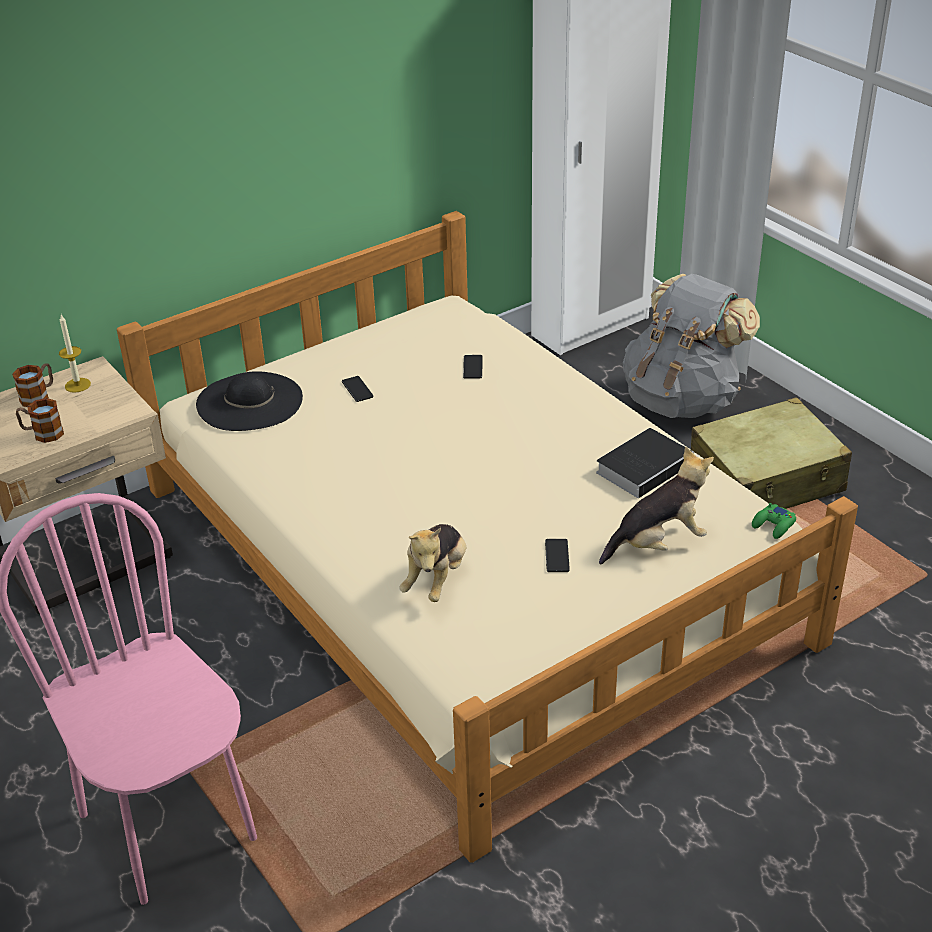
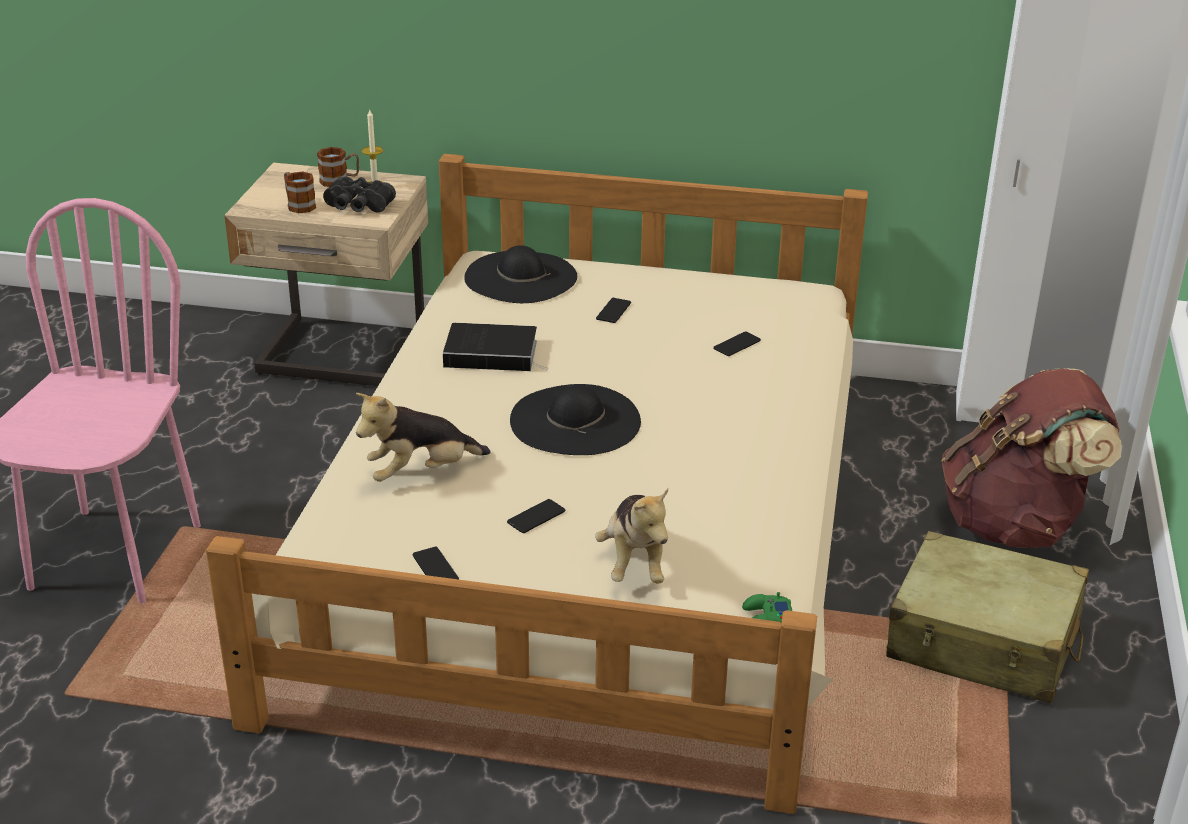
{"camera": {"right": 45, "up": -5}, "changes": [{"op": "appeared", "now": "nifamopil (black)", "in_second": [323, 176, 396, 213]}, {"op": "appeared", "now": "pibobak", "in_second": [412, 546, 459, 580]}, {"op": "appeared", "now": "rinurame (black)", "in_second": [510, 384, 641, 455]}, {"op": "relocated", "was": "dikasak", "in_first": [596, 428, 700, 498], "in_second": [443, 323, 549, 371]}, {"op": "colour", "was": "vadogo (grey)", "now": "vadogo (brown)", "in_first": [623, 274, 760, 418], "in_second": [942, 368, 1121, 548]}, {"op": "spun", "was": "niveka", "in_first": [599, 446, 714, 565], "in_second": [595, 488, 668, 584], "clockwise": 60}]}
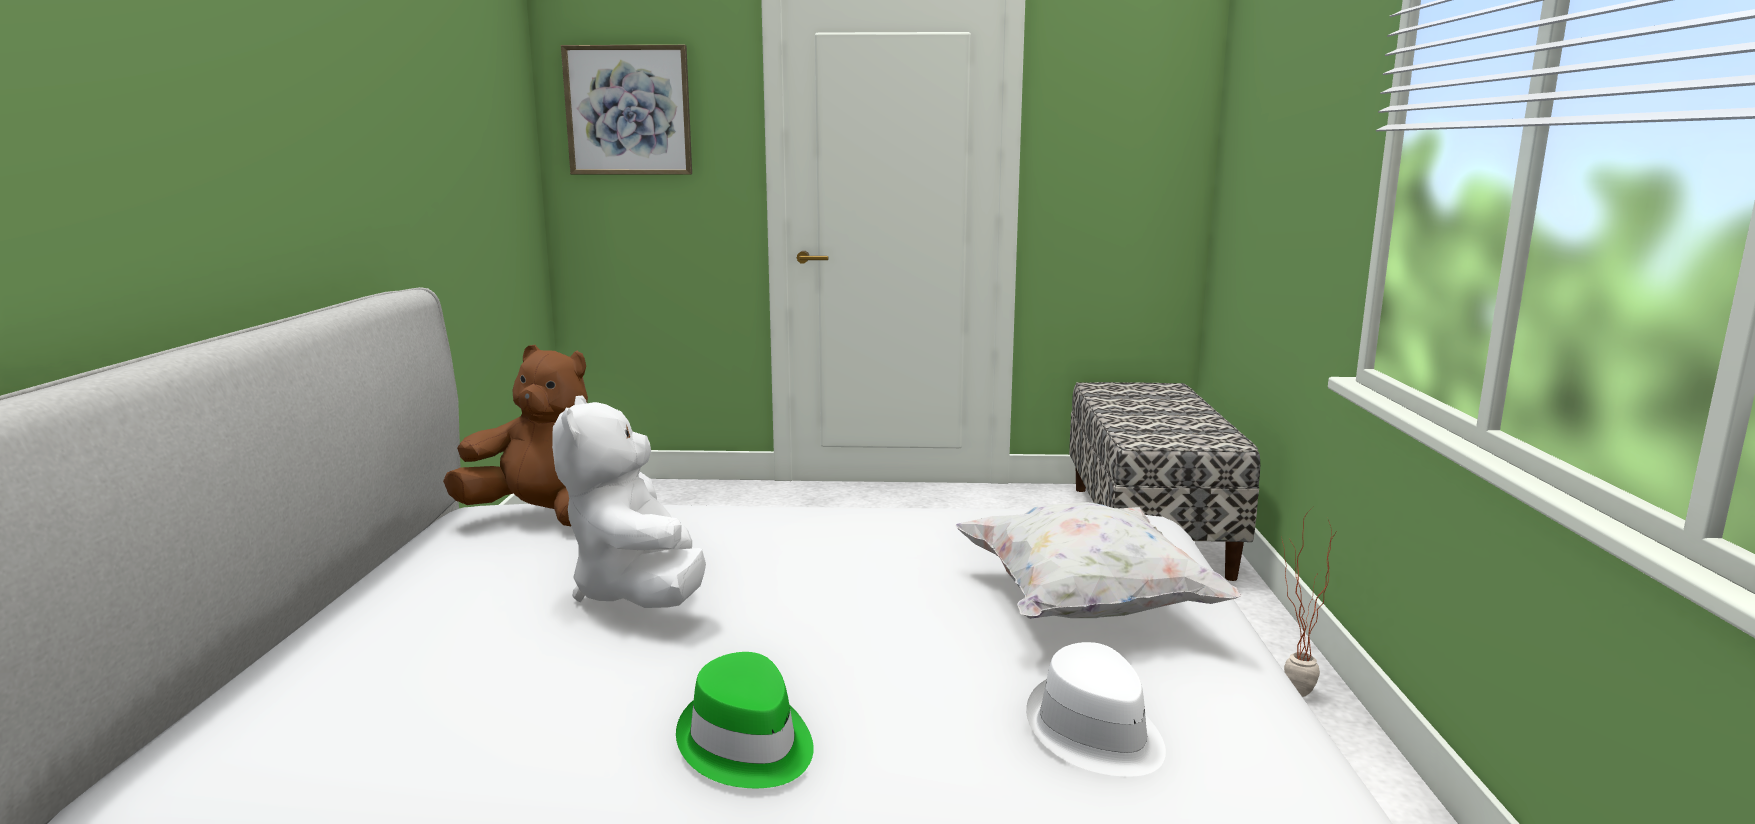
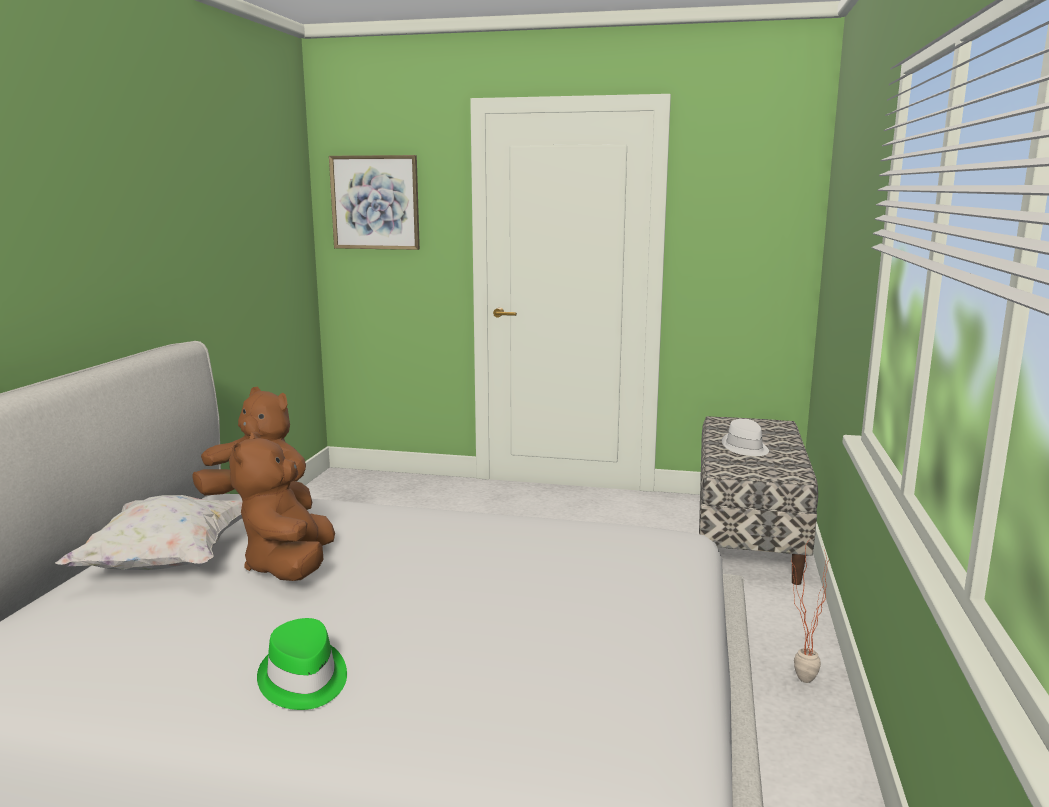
{"camera": {"right": 10, "up": 0}, "changes": [{"op": "relocated", "was": "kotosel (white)", "in_first": [955, 502, 1242, 619], "in_second": [55, 495, 243, 570]}, {"op": "relocated", "was": "rinurame (white)", "in_first": [1026, 642, 1166, 777], "in_second": [722, 419, 769, 456]}, {"op": "colour", "was": "niveka (white)", "now": "niveka (brown)", "in_first": [552, 395, 706, 608], "in_second": [229, 432, 335, 581]}]}
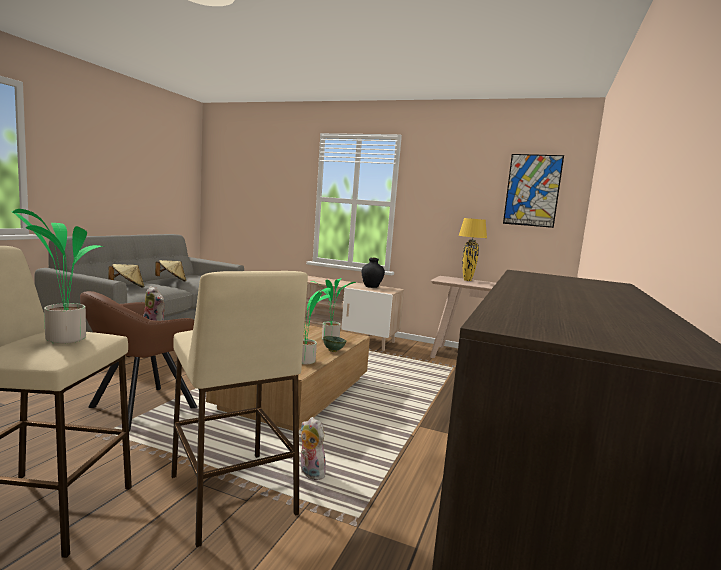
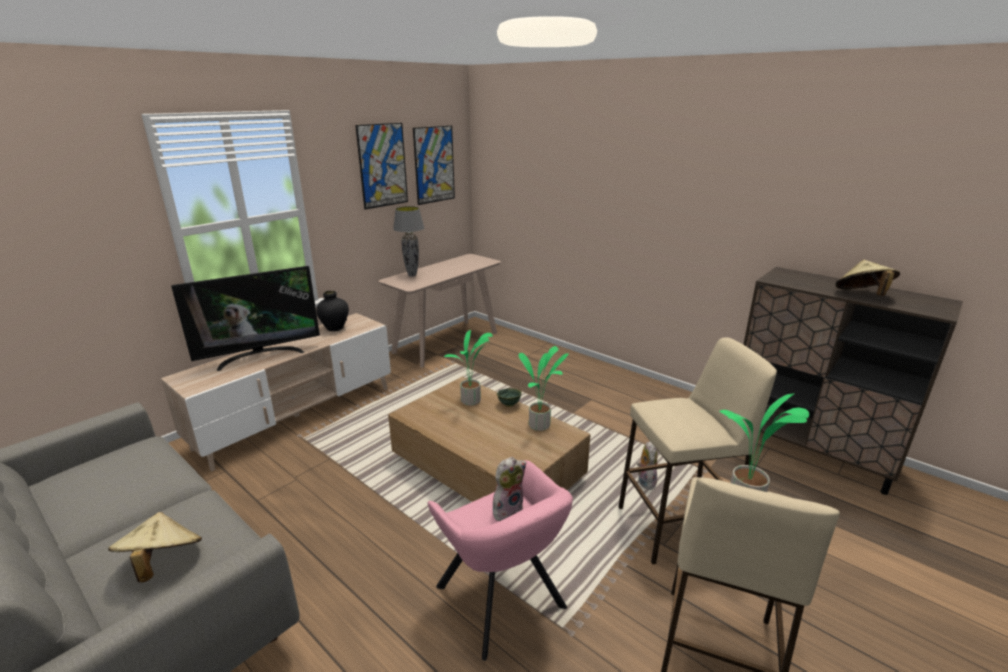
{"camera": {"right": -70, "up": 15}, "changes": [{"op": "appeared", "now": "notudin", "in_second": [171, 266, 320, 371]}, {"op": "appeared", "now": "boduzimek", "in_second": [355, 123, 408, 210]}, {"op": "relocated", "was": "rinurame (beige)", "in_first": [155, 260, 186, 282], "in_second": [836, 260, 900, 296]}, {"op": "colour", "was": "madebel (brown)", "now": "madebel (pink)", "in_first": [80, 291, 198, 431], "in_second": [427, 460, 573, 661]}, {"op": "colour", "was": "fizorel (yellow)", "now": "fizorel (grey)", "in_first": [458, 218, 487, 281], "in_second": [393, 206, 424, 277]}, {"op": "spun", "was": "niveka", "in_first": [301, 417, 326, 480], "in_second": [637, 442, 657, 490], "clockwise": 120}]}
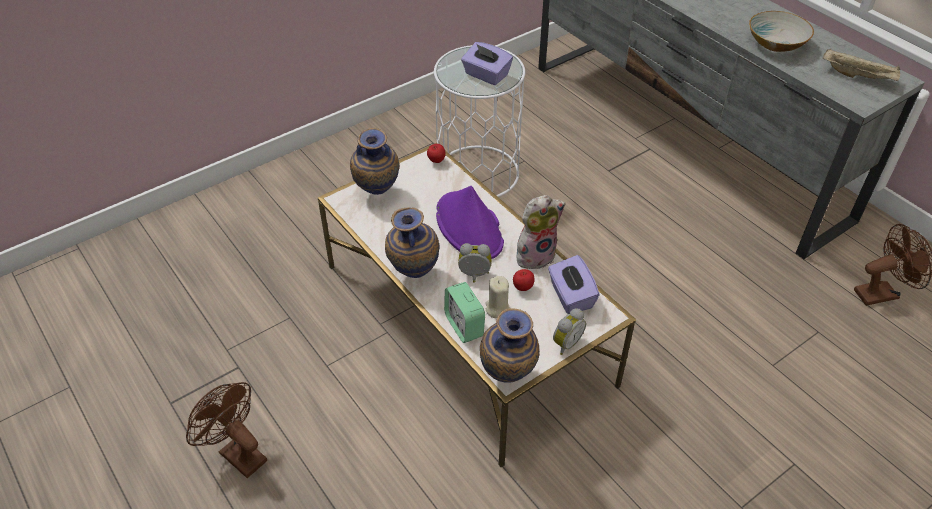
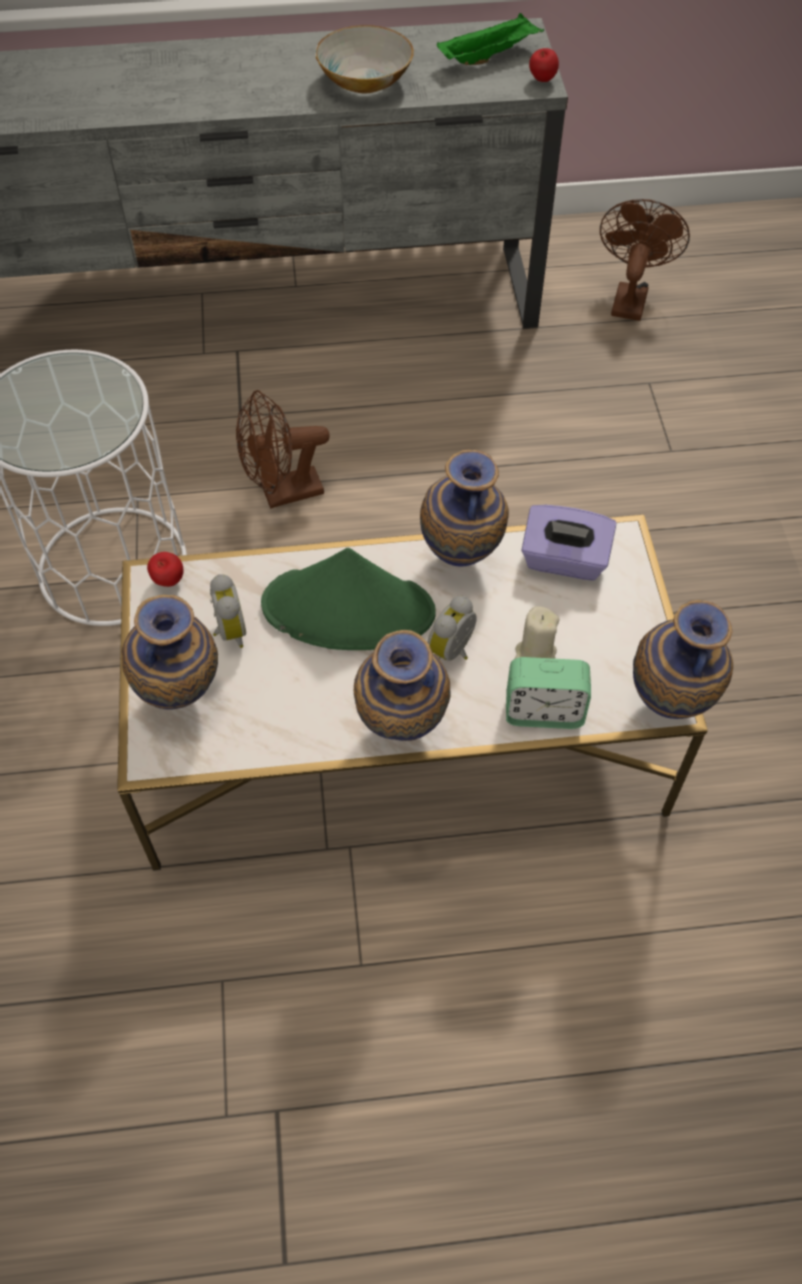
{"camera": {"right": -60, "up": 10}, "changes": [{"op": "missing", "was": "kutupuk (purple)", "in_first": [461, 42, 513, 85]}, {"op": "relocated", "was": "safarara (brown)", "in_first": [186, 382, 267, 478], "in_second": [236, 390, 330, 509]}, {"op": "relocated", "was": "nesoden", "in_first": [513, 269, 535, 291], "in_second": [529, 48, 559, 82]}, {"op": "relocated", "was": "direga", "in_first": [553, 308, 586, 355], "in_second": [210, 574, 246, 648]}, {"op": "exchanged", "was": "niveka", "now": "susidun", "in_first": [517, 195, 566, 269], "in_second": [420, 450, 509, 567]}, {"op": "colour", "was": "rinurame (purple)", "now": "rinurame (green)", "in_first": [436, 186, 504, 259], "in_second": [261, 548, 436, 650]}, {"op": "colour", "was": "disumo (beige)", "now": "disumo (green)", "in_first": [822, 49, 900, 81], "in_second": [437, 13, 544, 65]}]}
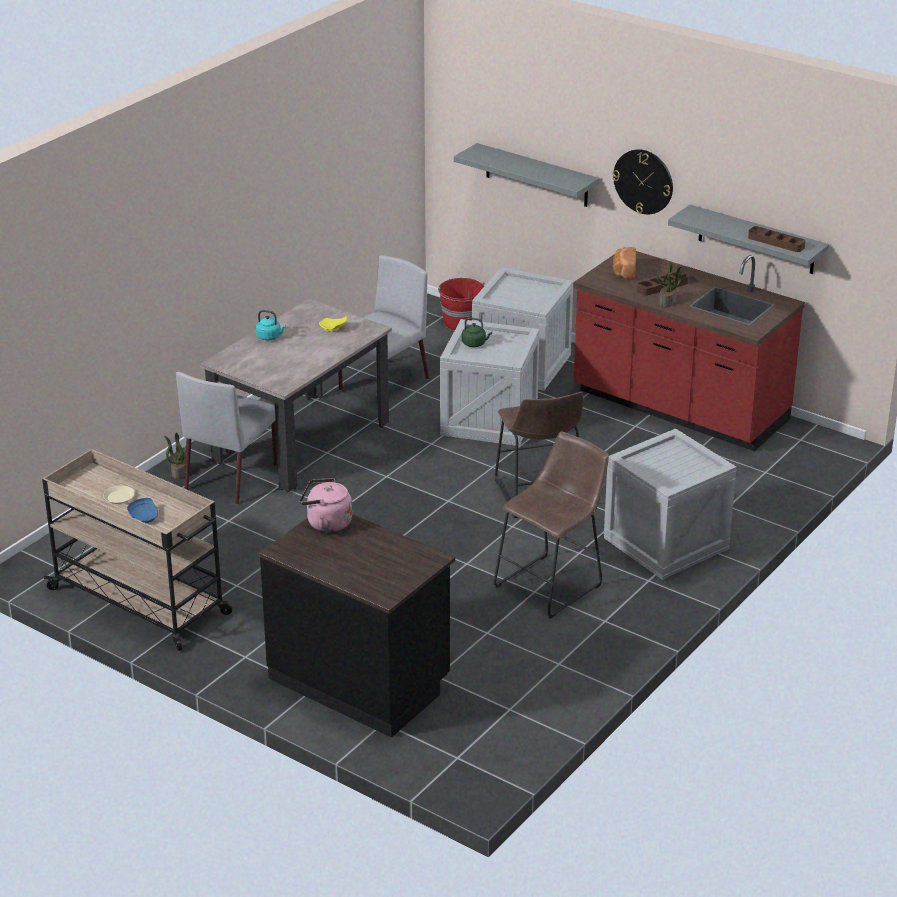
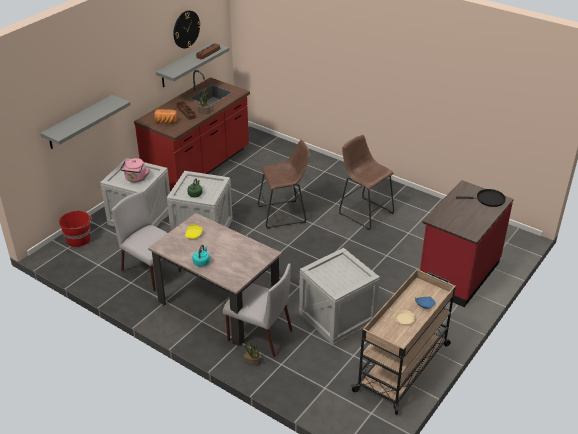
{"camera": {"right": -90, "up": 5}, "changes": [{"op": "appeared", "now": "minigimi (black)", "in_second": [456, 189, 506, 207]}, {"op": "relocated", "was": "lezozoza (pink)", "in_first": [300, 478, 352, 532], "in_second": [120, 158, 150, 183]}, {"op": "relocated", "was": "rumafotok", "in_first": [604, 428, 737, 580], "in_second": [299, 248, 380, 345]}, {"op": "relocated", "was": "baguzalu", "in_first": [613, 149, 673, 214], "in_second": [173, 10, 201, 48]}, {"op": "colour", "was": "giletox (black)", "now": "giletox (red)", "in_first": [259, 514, 455, 738], "in_second": [420, 180, 514, 307]}]}
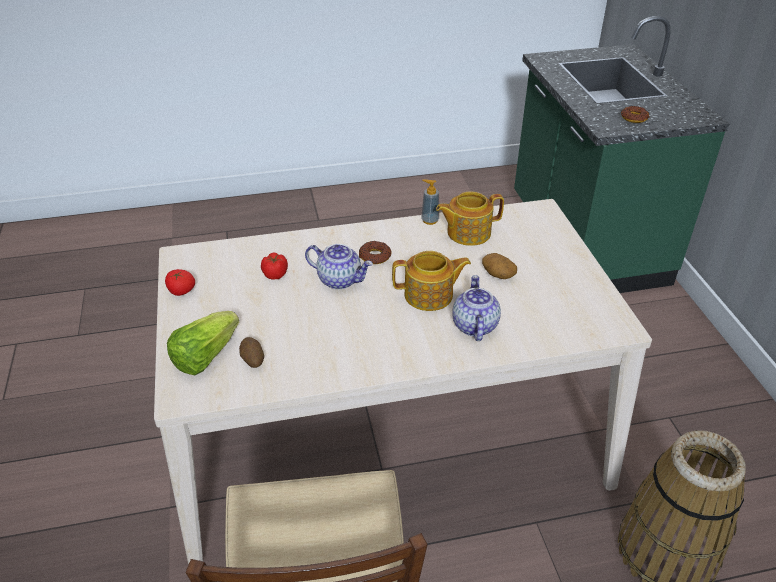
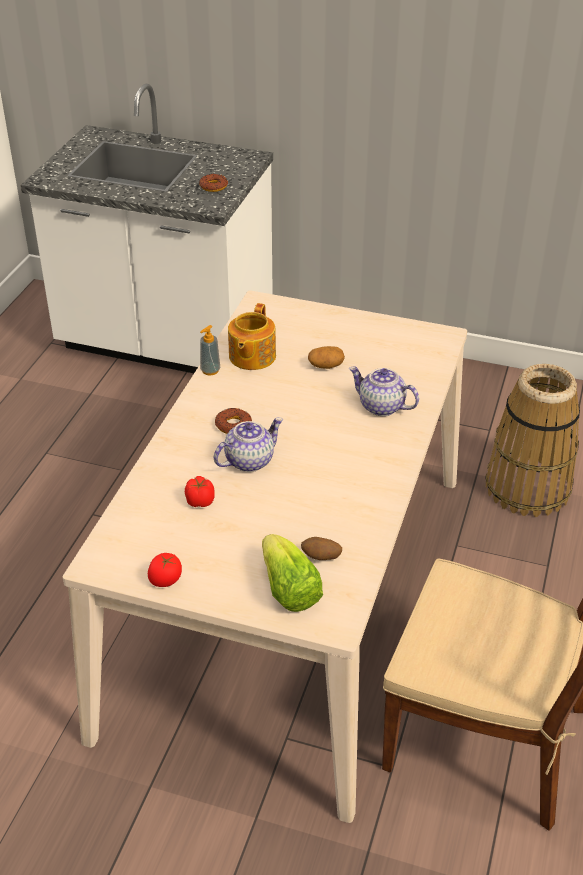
{"camera": {"right": -60, "up": 0}, "changes": [{"op": "missing", "was": "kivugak", "in_first": [392, 251, 471, 311]}, {"op": "colour", "was": "giletox (green)", "now": "giletox (white)", "in_first": [514, 16, 729, 293], "in_second": [21, 84, 273, 373]}]}
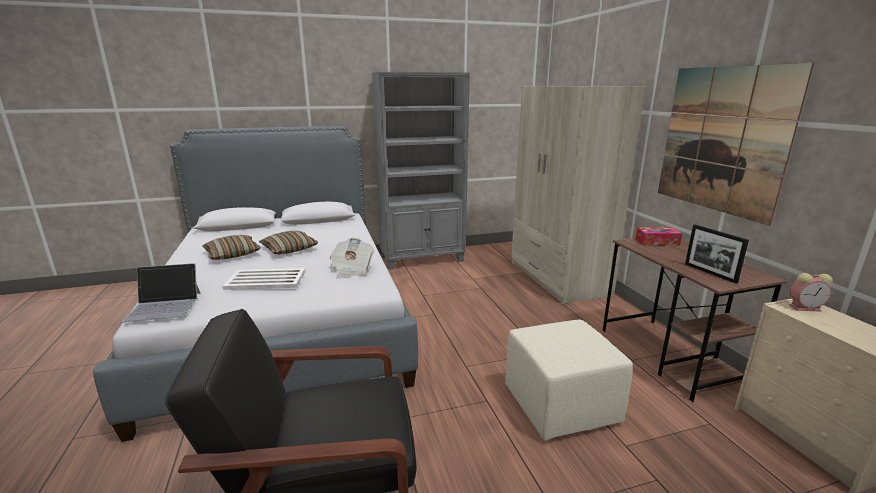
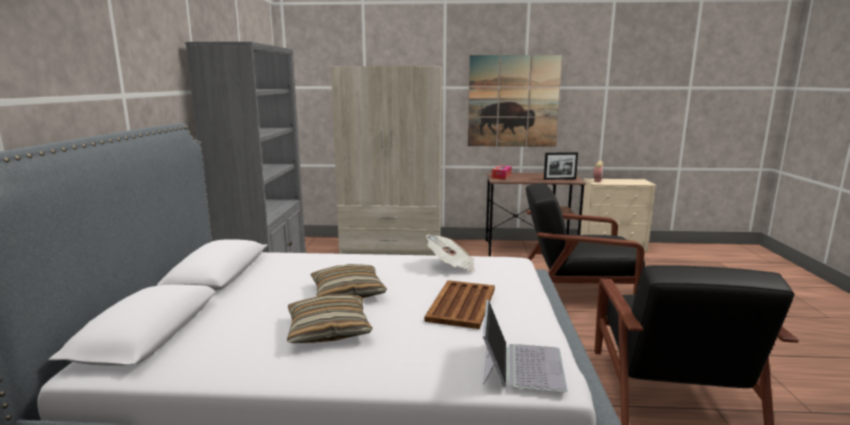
{"camera": {"right": -70, "up": -5}, "changes": [{"op": "exchanged", "was": "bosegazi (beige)", "now": "madebel (black)", "in_first": [505, 319, 633, 440], "in_second": [526, 183, 645, 294]}, {"op": "colour", "was": "disumo (white)", "now": "disumo (brown)", "in_first": [222, 268, 305, 290], "in_second": [425, 280, 495, 329]}]}
